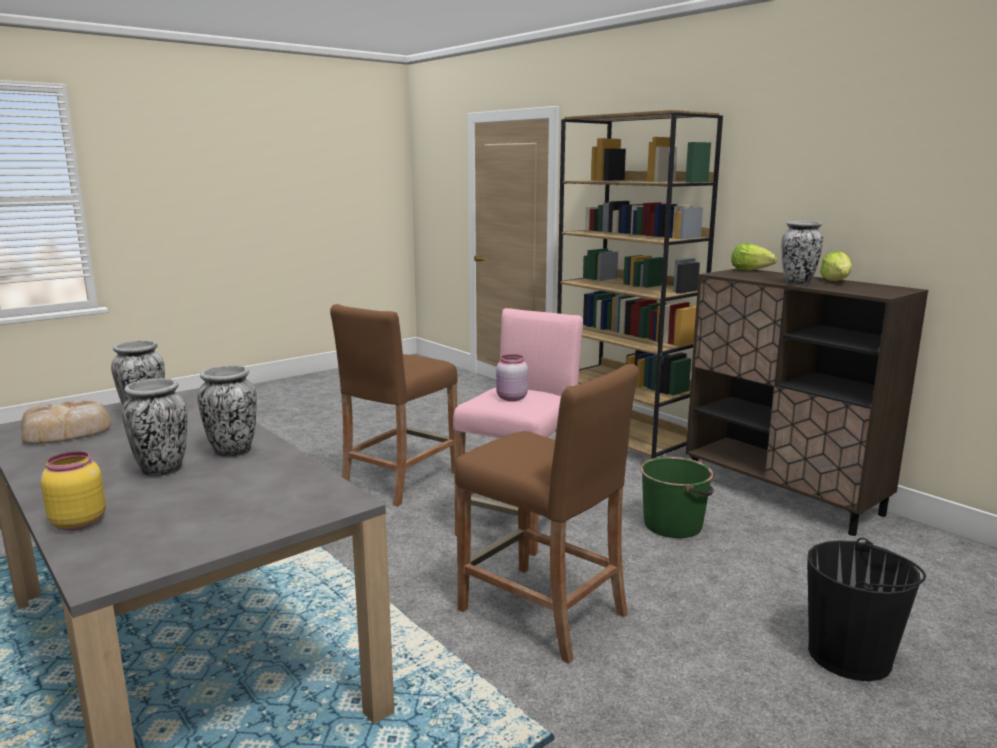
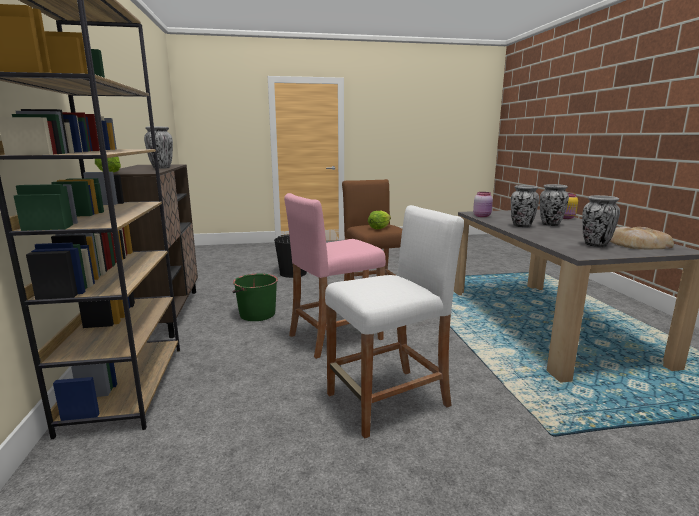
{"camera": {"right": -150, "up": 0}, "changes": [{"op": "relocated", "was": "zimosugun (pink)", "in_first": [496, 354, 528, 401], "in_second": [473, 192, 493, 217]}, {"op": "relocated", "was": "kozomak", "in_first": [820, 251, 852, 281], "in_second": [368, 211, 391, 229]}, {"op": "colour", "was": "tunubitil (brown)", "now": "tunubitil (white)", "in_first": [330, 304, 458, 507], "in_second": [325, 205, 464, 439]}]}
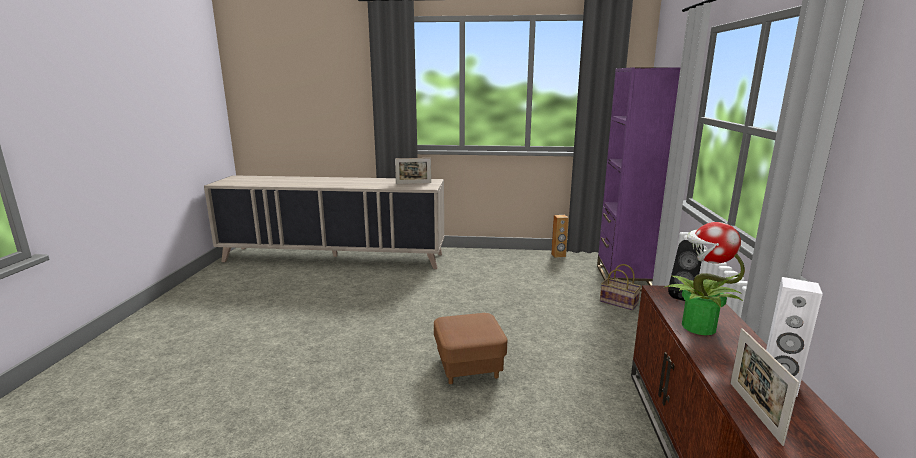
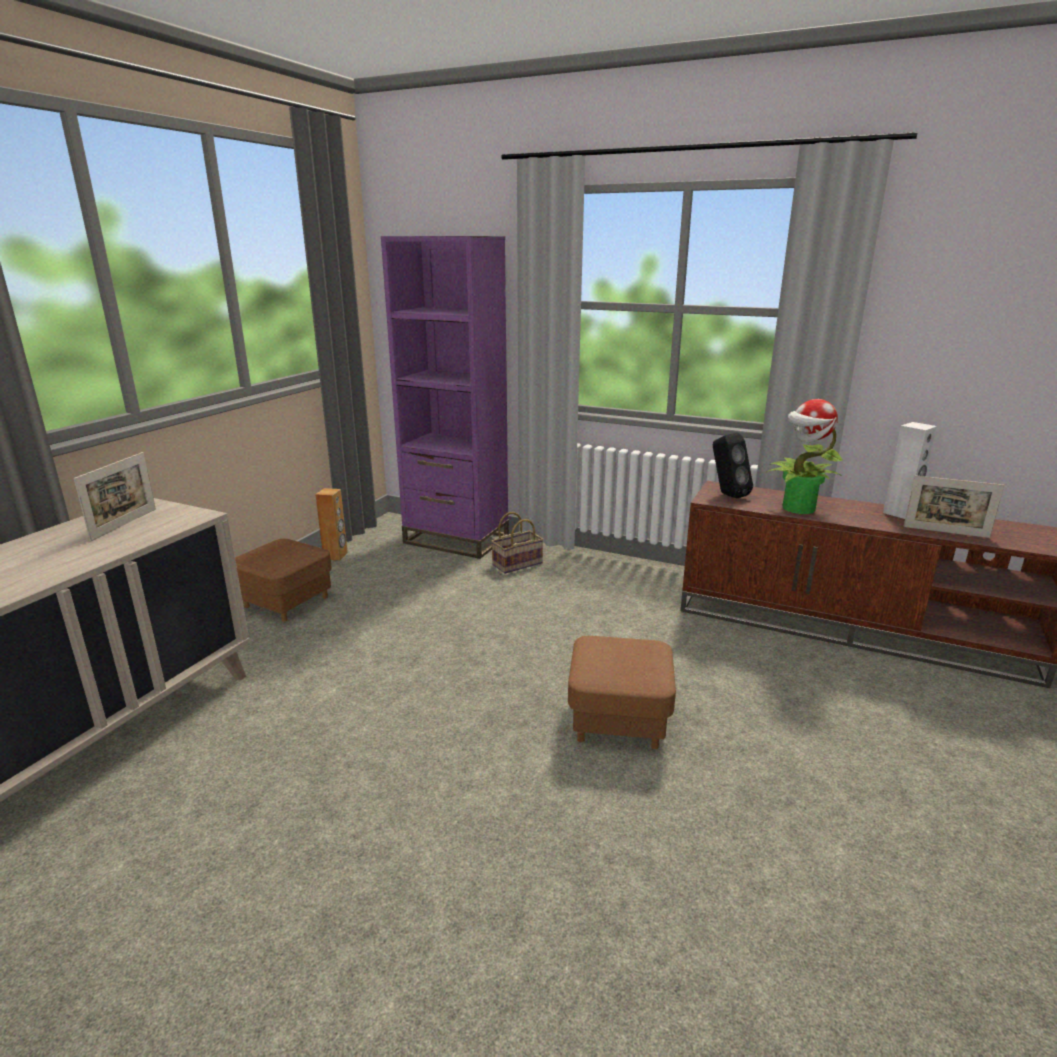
{"camera": {"right": -70, "up": 5}, "changes": [{"op": "appeared", "now": "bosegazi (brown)", "in_second": [235, 539, 332, 622]}]}
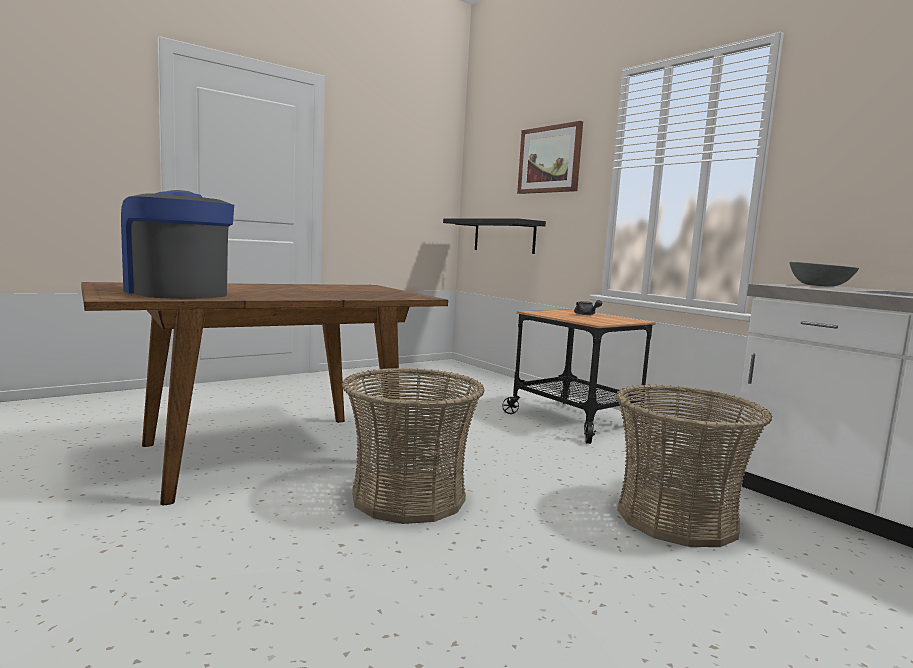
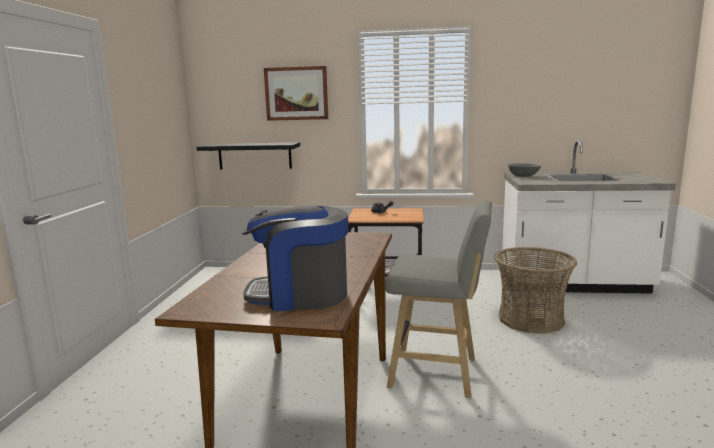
{"camera": {"right": -45, "up": 5}, "changes": [{"op": "exchanged", "was": "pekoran", "now": "tunubitil (grey)", "in_first": [342, 368, 484, 524], "in_second": [385, 200, 492, 398]}]}
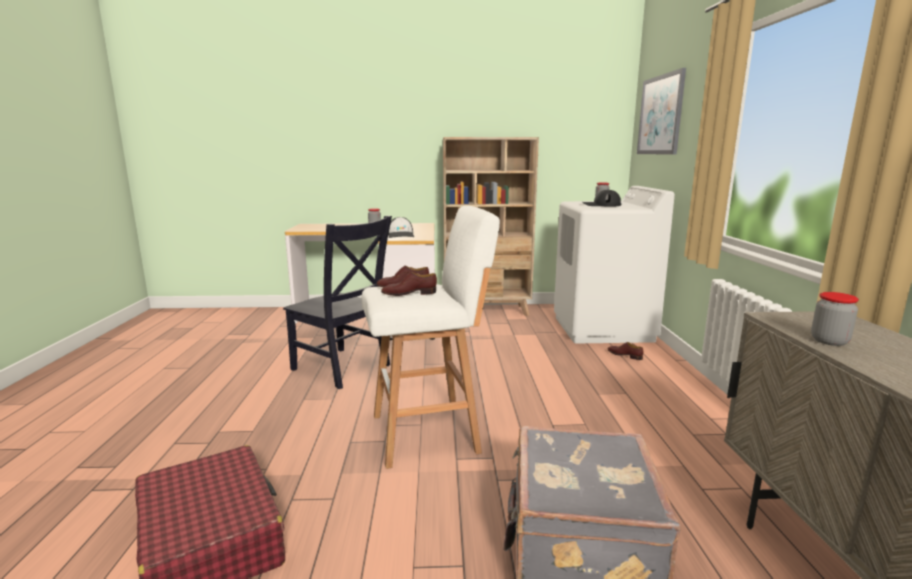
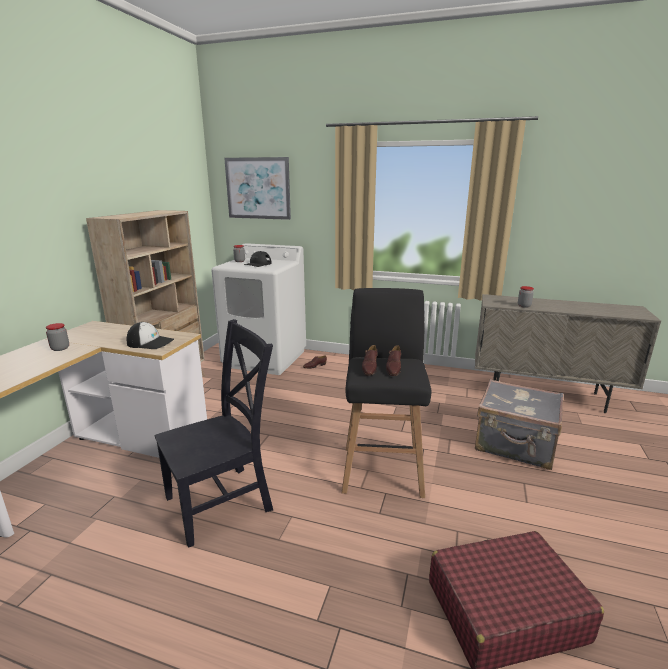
{"camera": {"right": -70, "up": 5}, "changes": [{"op": "colour", "was": "tunubitil (white)", "now": "tunubitil (black)", "in_first": [362, 206, 500, 469], "in_second": [342, 288, 431, 498]}]}
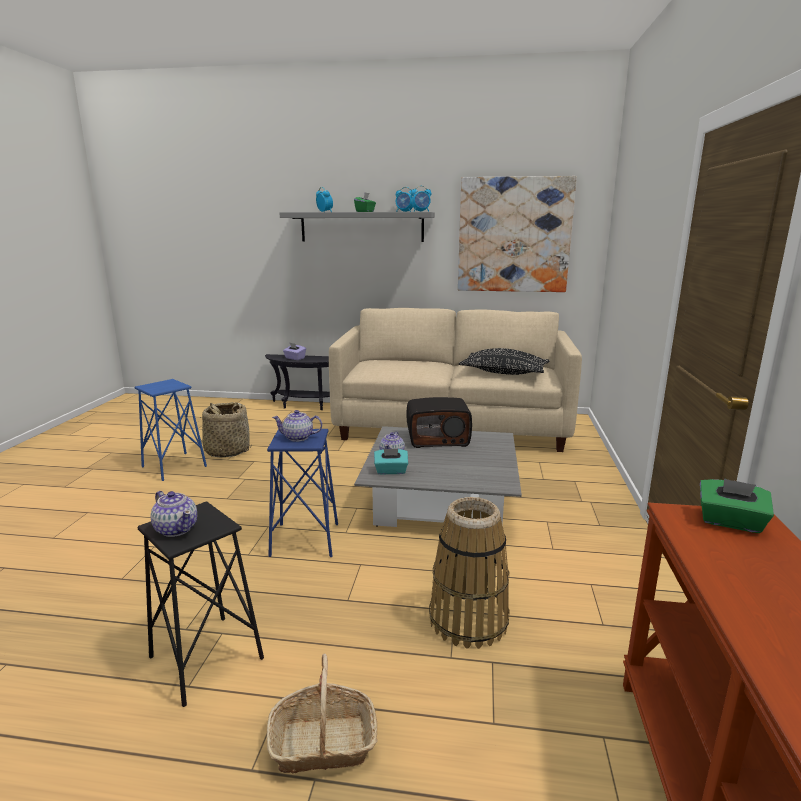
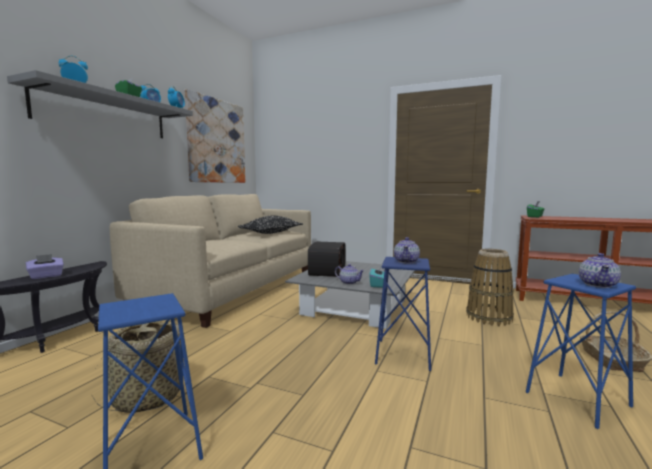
{"camera": {"right": -75, "up": -10}, "changes": [{"op": "colour", "was": "tunubitil (black)", "now": "tunubitil (blue)", "in_first": [138, 501, 264, 707], "in_second": [526, 274, 636, 429]}, {"op": "spun", "was": "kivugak", "in_first": [150, 491, 197, 537], "in_second": [579, 253, 621, 288], "clockwise": 150}]}
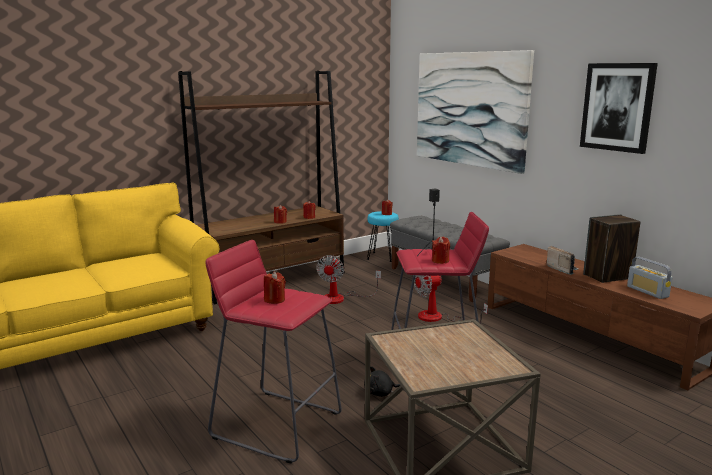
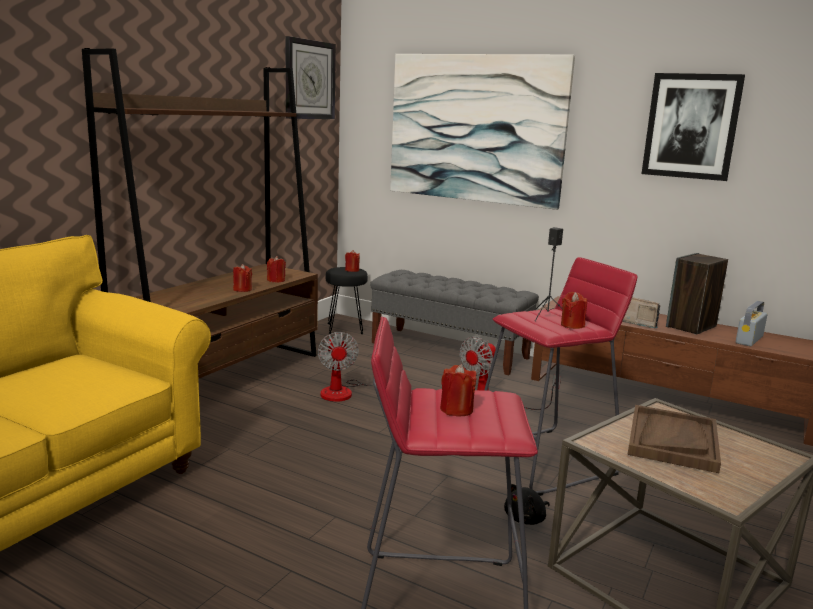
{"camera": {"right": -25, "up": 0}, "changes": [{"op": "appeared", "now": "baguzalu", "in_second": [285, 36, 336, 119]}, {"op": "appeared", "now": "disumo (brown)", "in_second": [628, 405, 721, 473]}, {"op": "colour", "was": "tunubitil (turquoise)", "now": "tunubitil (black)", "in_first": [367, 211, 399, 262], "in_second": [325, 267, 368, 334]}, {"op": "spun", "was": "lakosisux", "in_first": [627, 257, 672, 299], "in_second": [736, 301, 767, 346], "clockwise": 90}]}
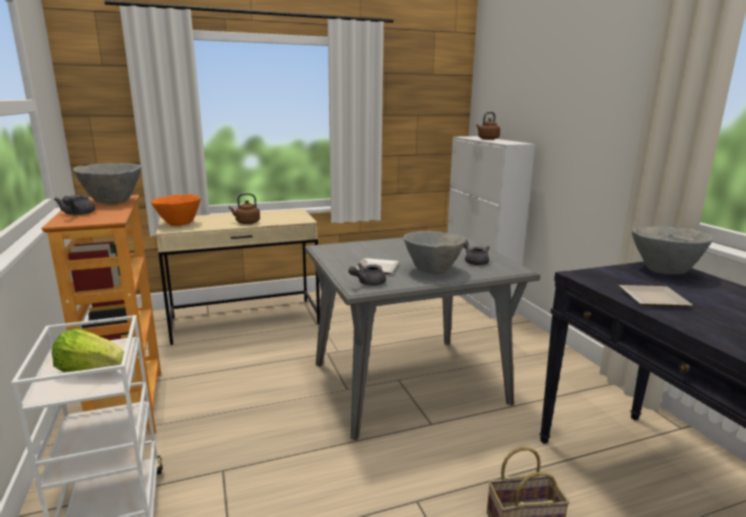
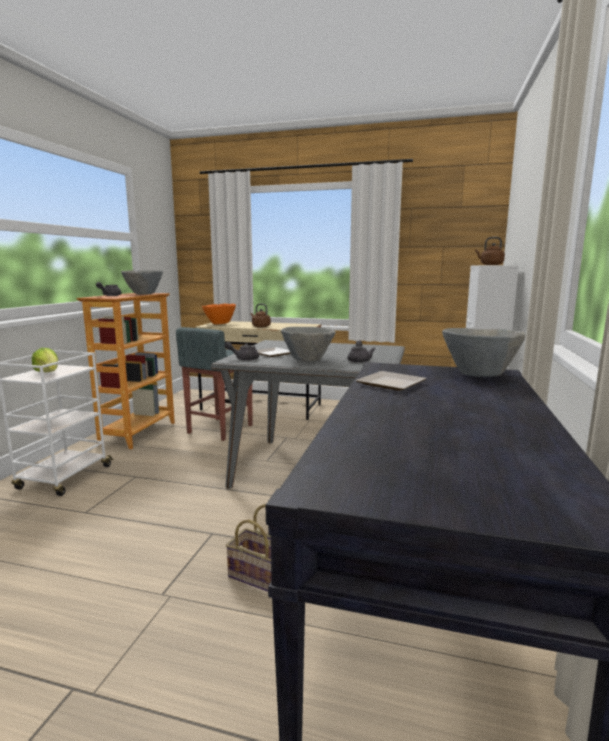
{"camera": {"right": 35, "up": -5}, "changes": [{"op": "appeared", "now": "tunubitil (grey)", "in_second": [176, 327, 253, 441]}]}
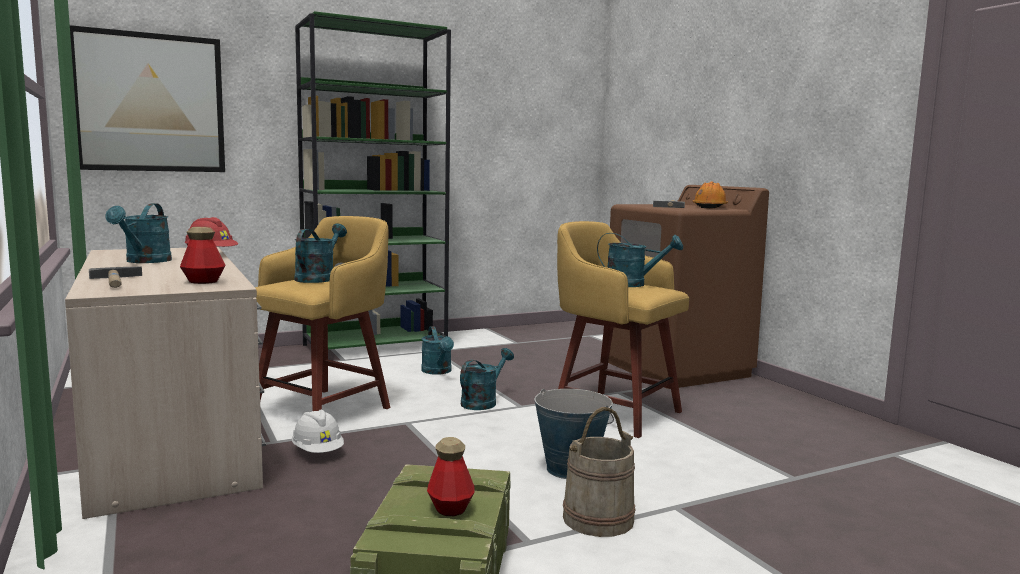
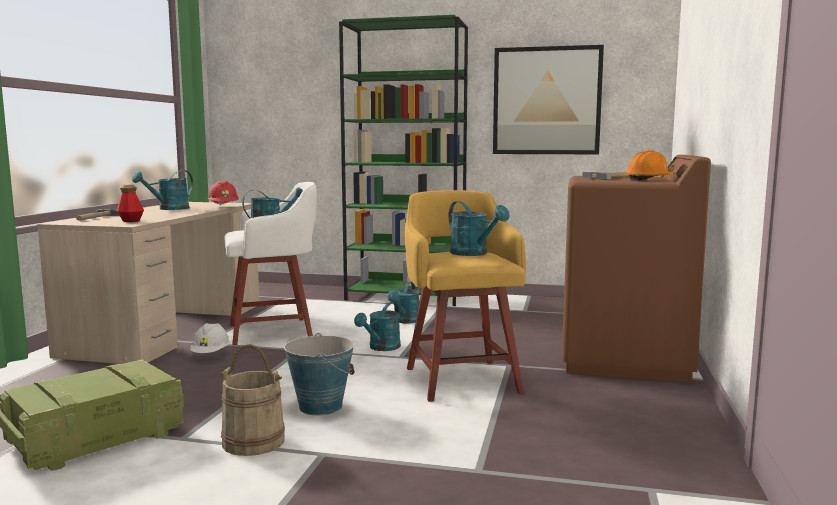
{"camera": {"right": 40, "up": 0}, "changes": [{"op": "missing", "was": "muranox", "in_first": [427, 437, 474, 516]}, {"op": "relocated", "was": "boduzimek", "in_first": [70, 25, 225, 172], "in_second": [493, 45, 604, 154]}, {"op": "colour", "was": "tunubitil (yellow)", "now": "tunubitil (white)", "in_first": [255, 216, 390, 411], "in_second": [224, 182, 317, 345]}, {"op": "spun", "was": "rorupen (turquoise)", "in_first": [460, 348, 514, 410], "in_second": [354, 302, 401, 351], "clockwise": 135}]}
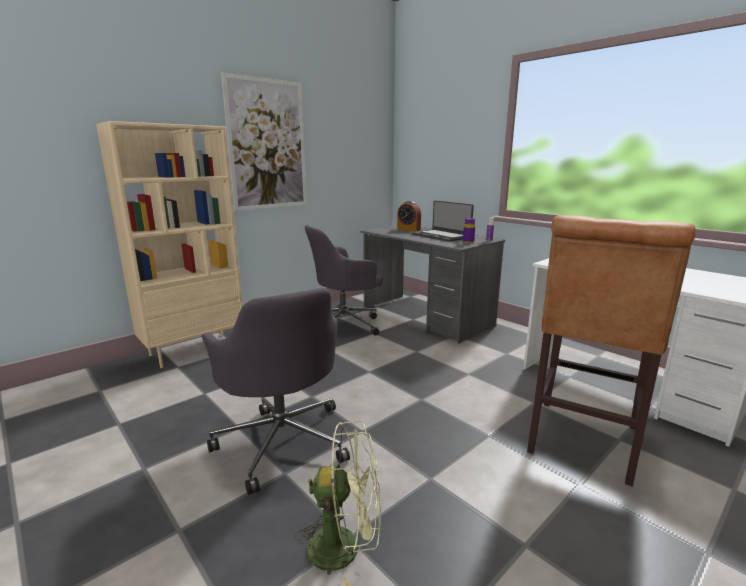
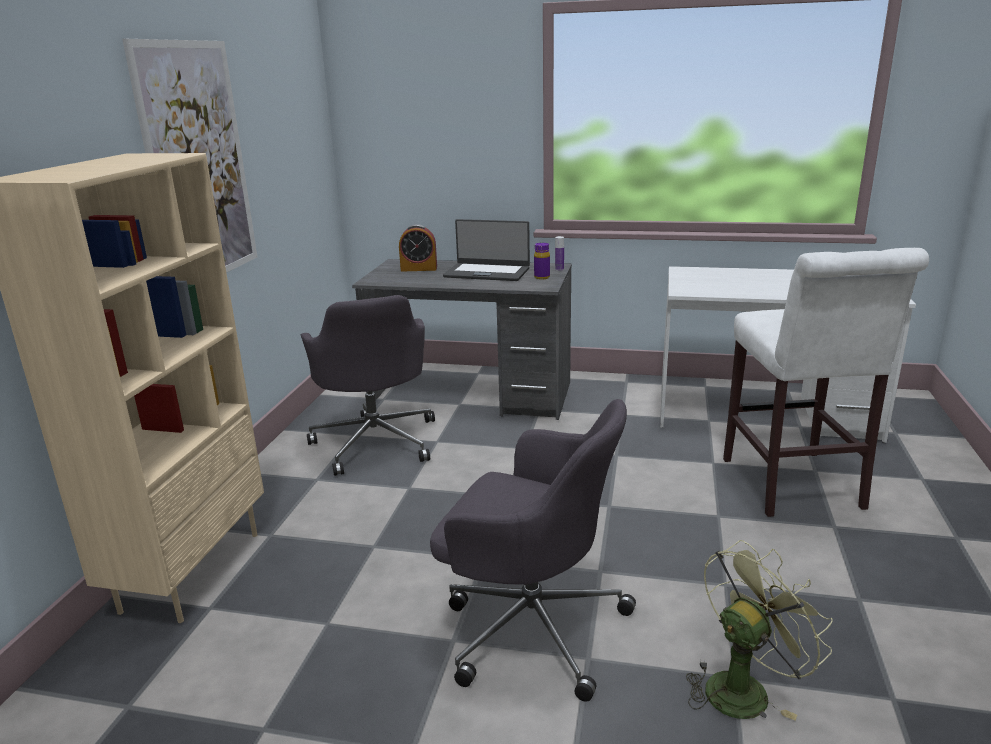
{"camera": {"right": -35, "up": 5}, "changes": [{"op": "colour", "was": "tunubitil (brown)", "now": "tunubitil (white)", "in_first": [527, 215, 696, 486], "in_second": [723, 248, 929, 517]}, {"op": "spun", "was": "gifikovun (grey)", "in_first": [305, 225, 383, 336], "in_second": [301, 295, 435, 476], "clockwise": -45}]}
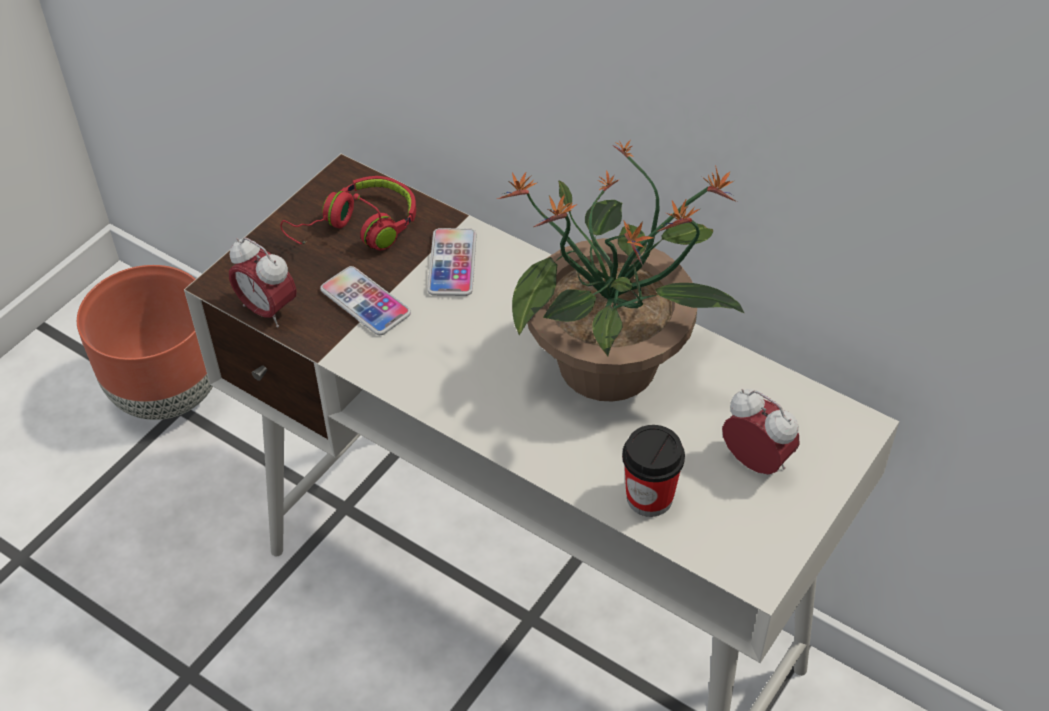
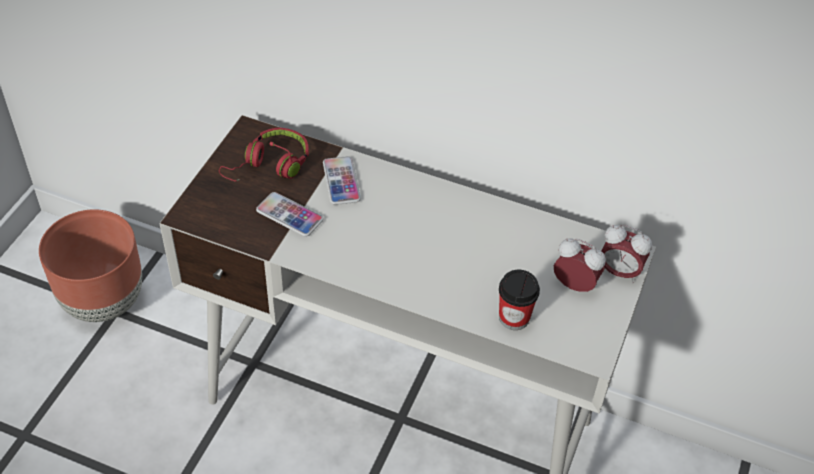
{"camera": {"right": -15, "up": 0}, "changes": [{"op": "missing", "was": "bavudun", "in_first": [497, 140, 745, 402]}, {"op": "relocated", "was": "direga", "in_first": [229, 237, 296, 327], "in_second": [601, 225, 652, 284]}]}
